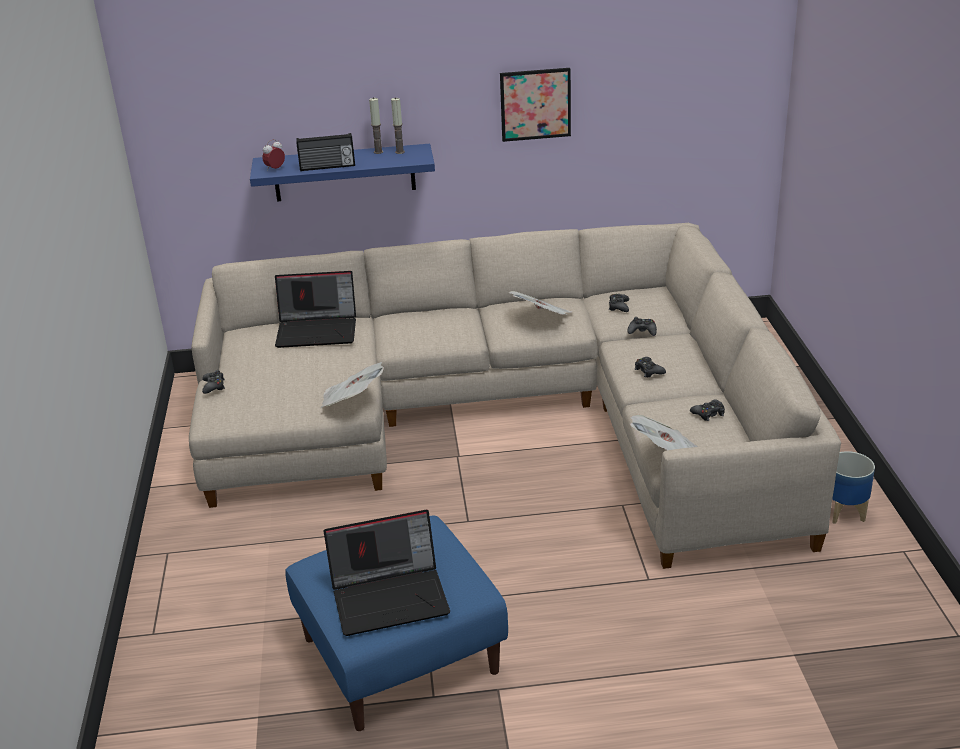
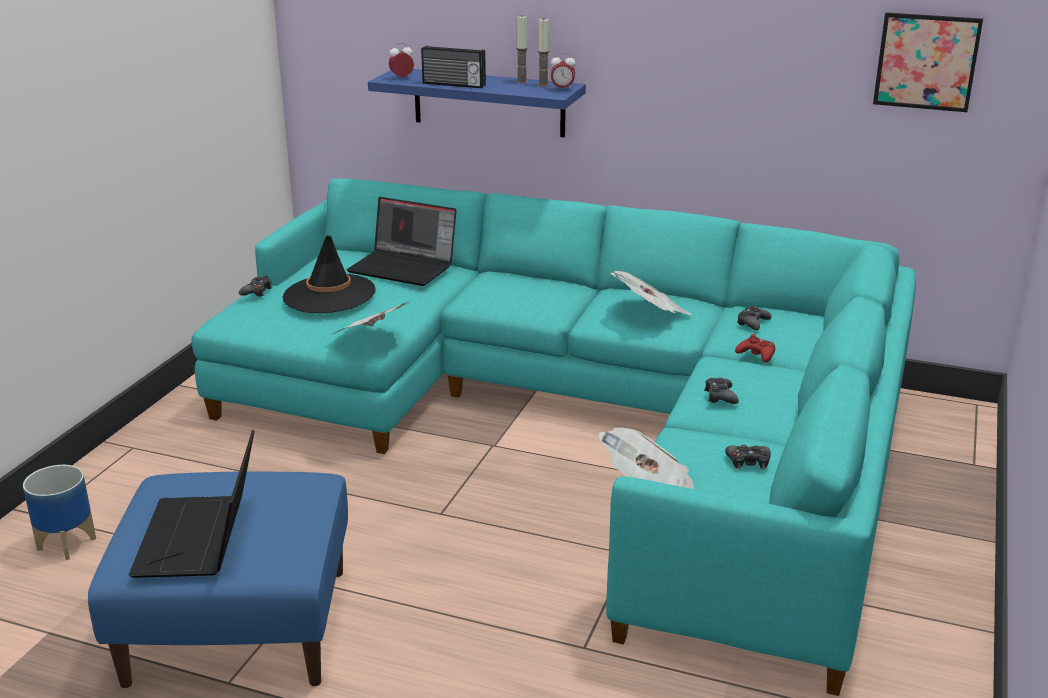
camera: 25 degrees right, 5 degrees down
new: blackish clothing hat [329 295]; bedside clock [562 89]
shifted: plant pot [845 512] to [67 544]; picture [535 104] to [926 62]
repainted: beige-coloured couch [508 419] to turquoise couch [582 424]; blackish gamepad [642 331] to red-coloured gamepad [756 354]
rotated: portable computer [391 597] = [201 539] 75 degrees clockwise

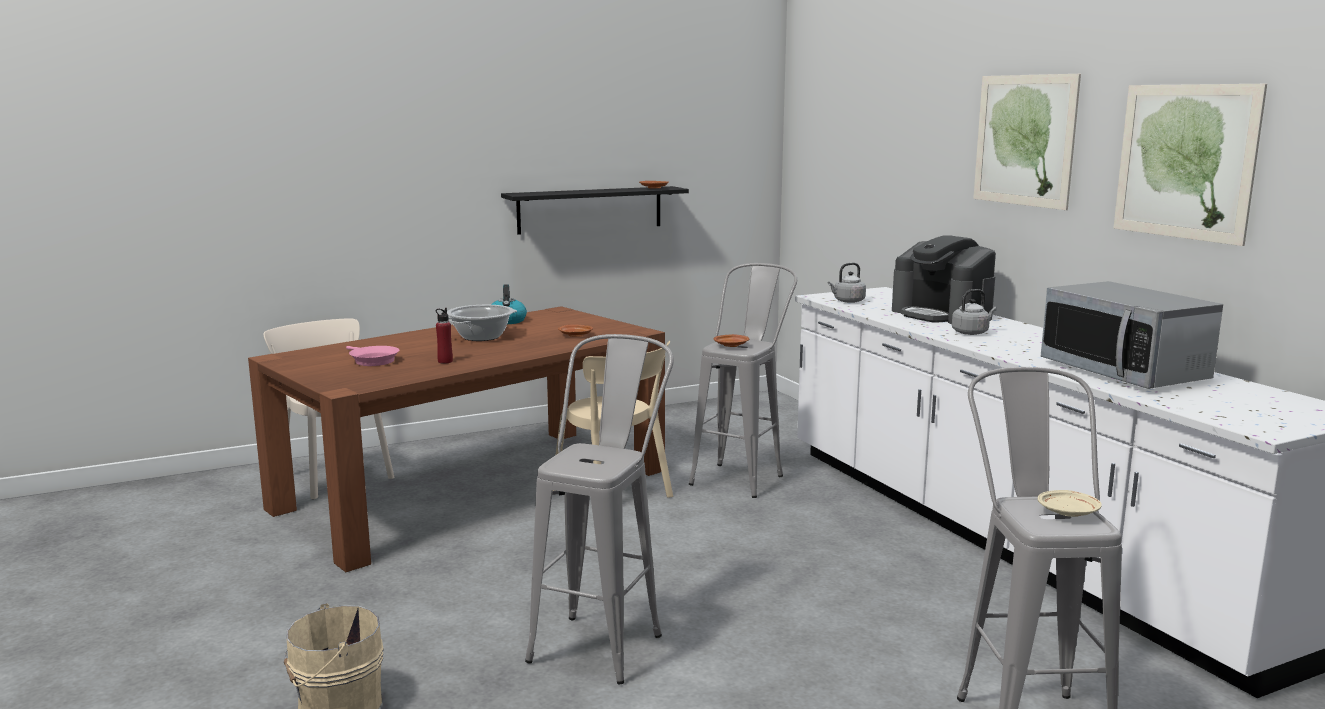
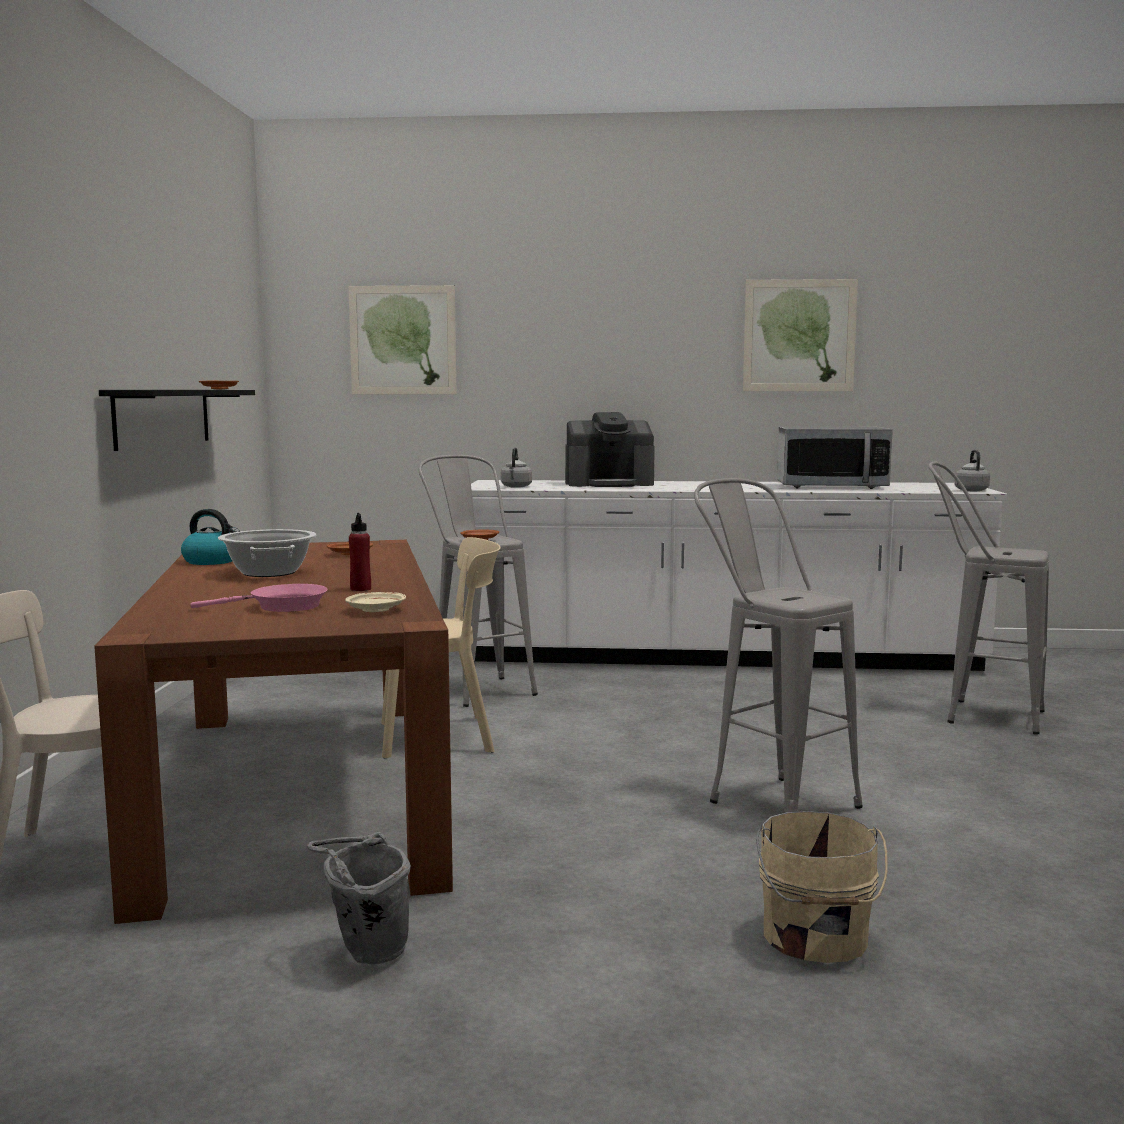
camera: 60 degrees left, 5 degrees down
new: gray pail [365 953]
shifted: beige-coloured flat dish [1068 512] to [376 610]; picture [1024 140] to [403 340]; gray tea kettle [971 332] to [971 490]

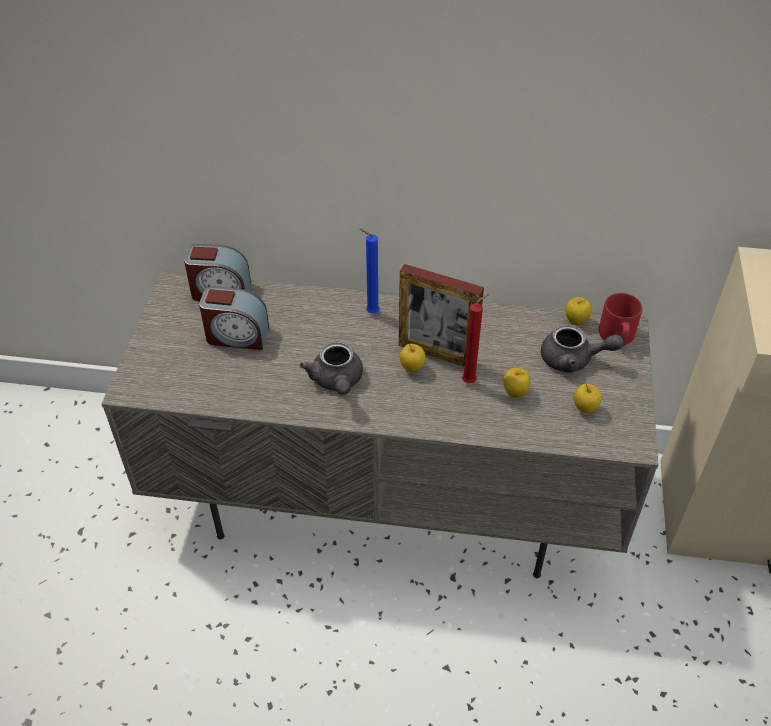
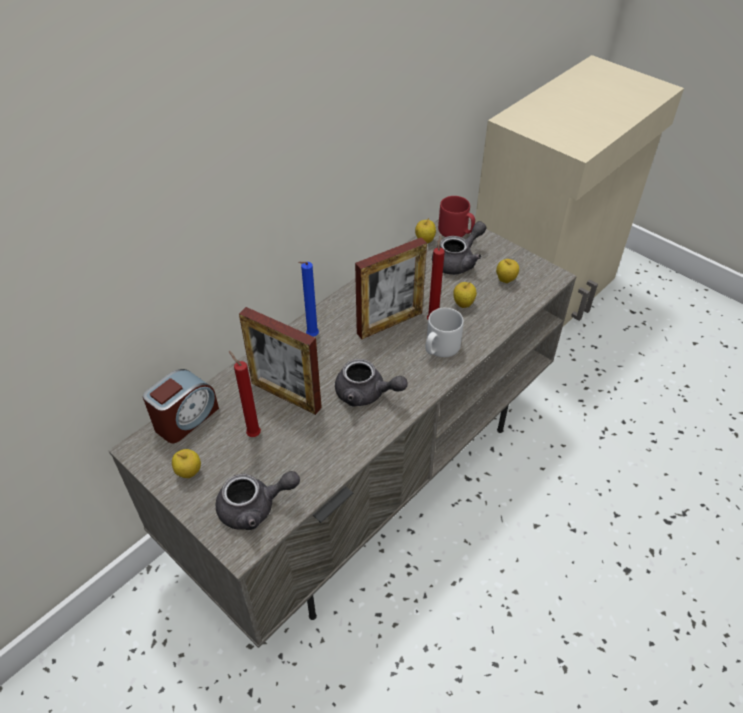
camera: 55 degrees left, 0 degrees up
new: gray pot for tea [255 507]; photo frame [286 395]; gray coffee mug [440 348]
shifted: apple [412 368] to [189 473]
swapped: bedside clock [237 336] to red-coloured wax candle [252 433]

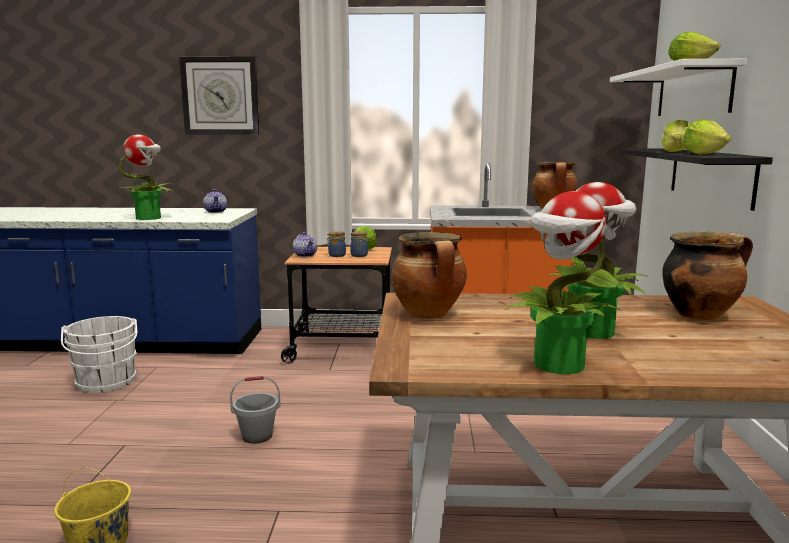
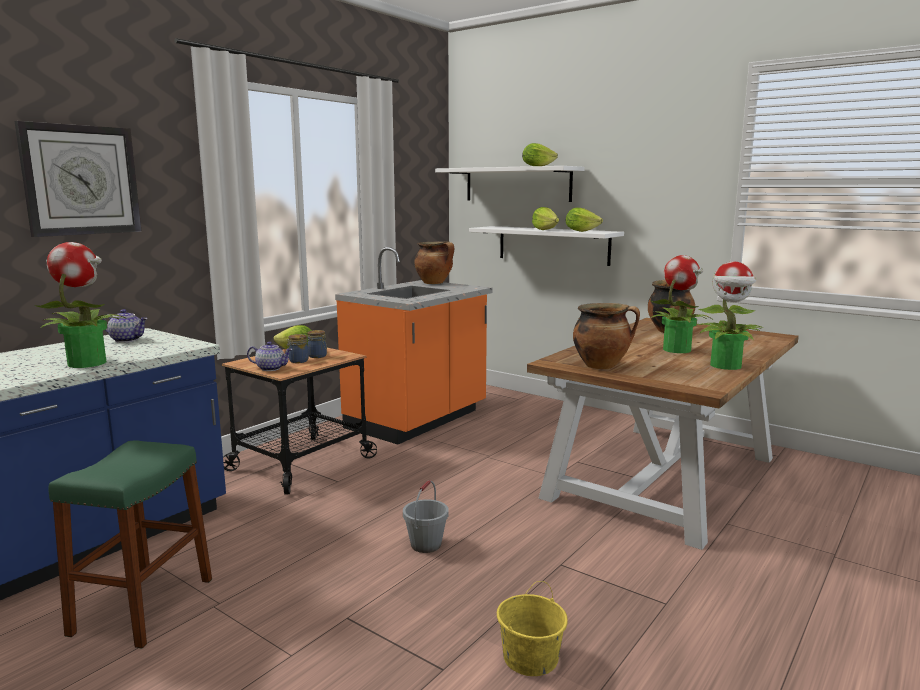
camera: 55 degrees left, 0 degrees up
swapped: white-coloured pail [106 383] to green stool [143 606]
repainted: blackish shelf [710 175] to white-coloured shelf [553 245]

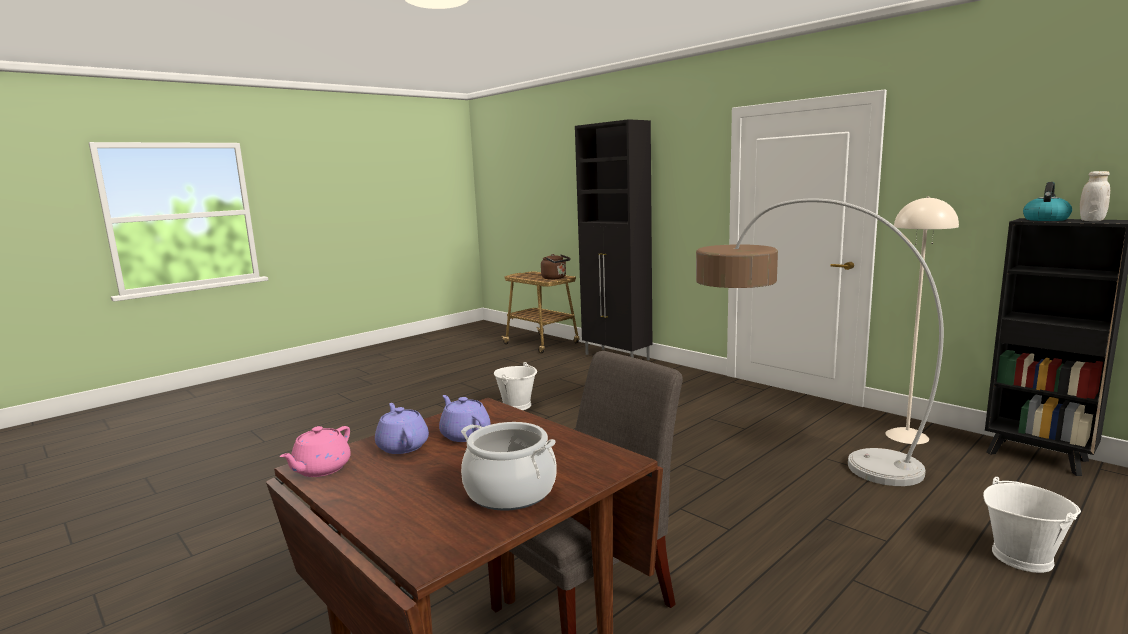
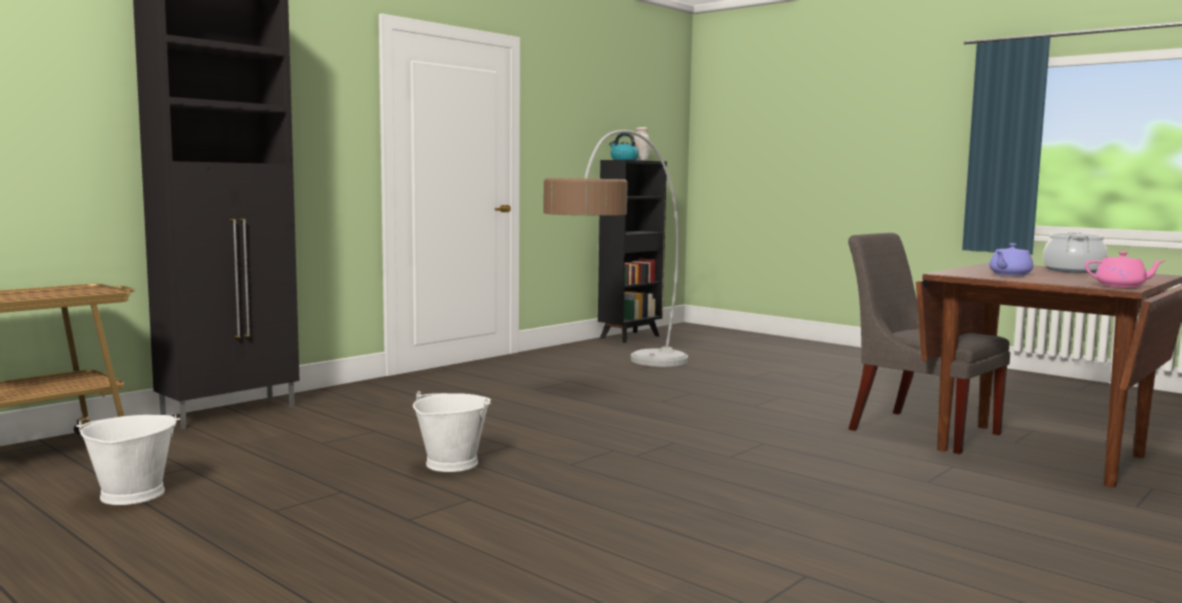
camera: 95 degrees left, 5 degrees down
gone: purplish pot for tea [402 446]; brown tea kettle [555 278]; beige-coloured floor lamp [906 436]
shifted: white-coloured pail [1021 556] to [131 494]

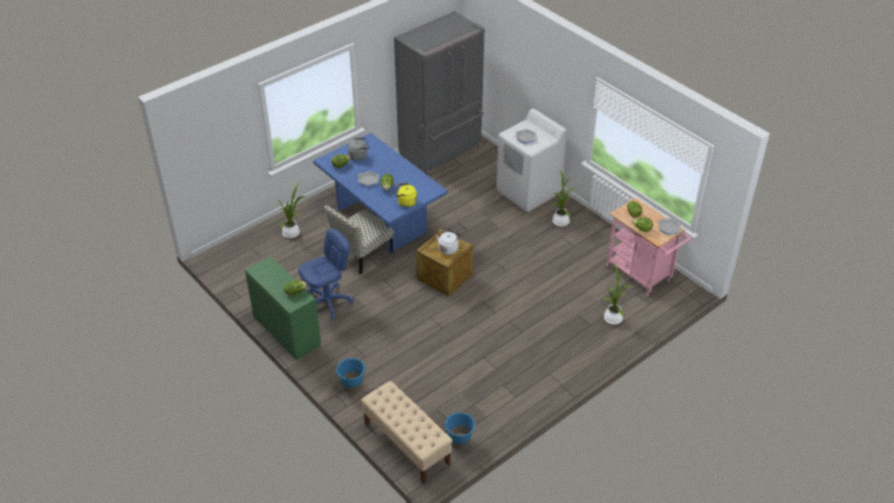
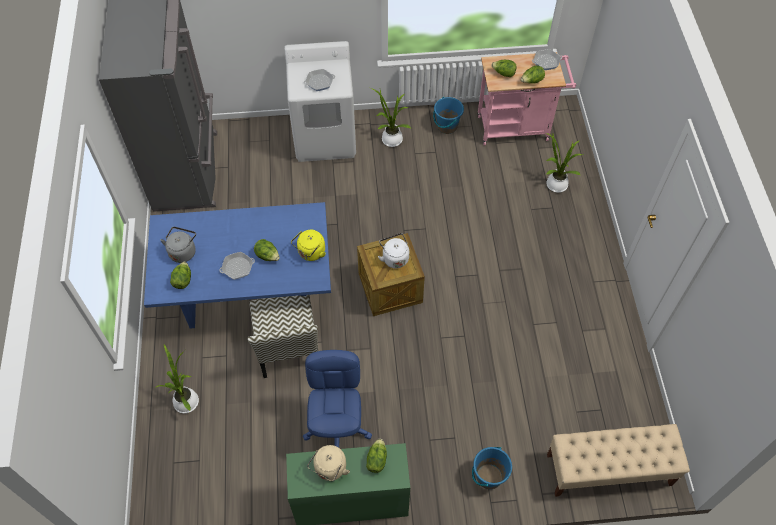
camera: 55 degrees left, 15 degrees up
new: beige-coloured tea kettle [329 469]
shifted: bluish pail [459 441] to [447 126]

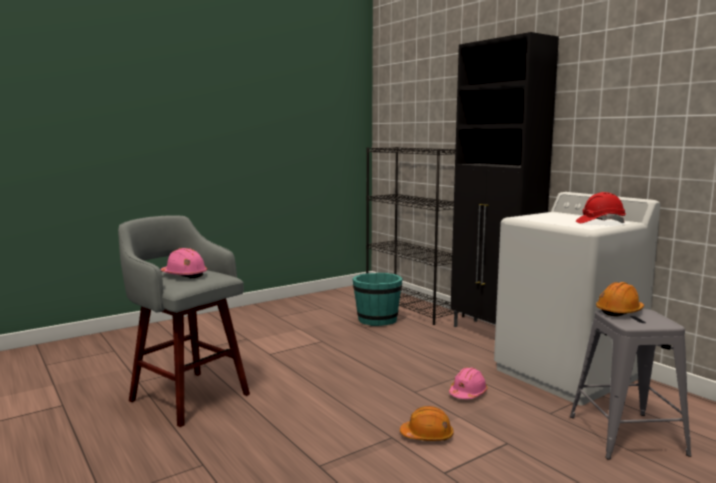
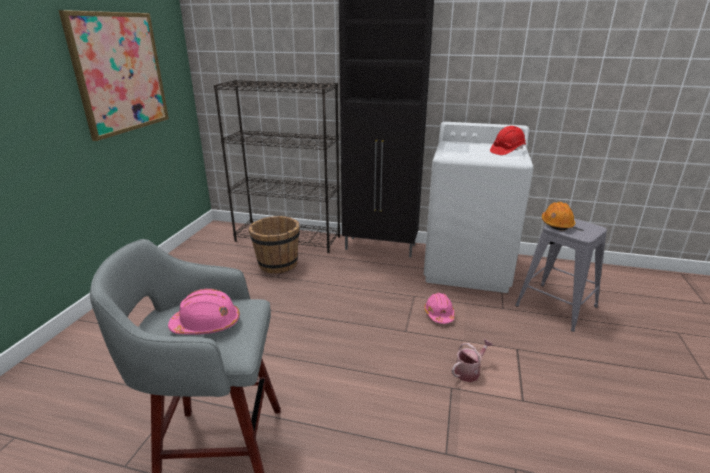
camera: 40 degrees left, 15 degrees up
new: picture [120 73]
swapped: orange safety helmet [427 435] to watering can [469 371]
repainted: turquoise pail [377 320] to brown pail [277 264]

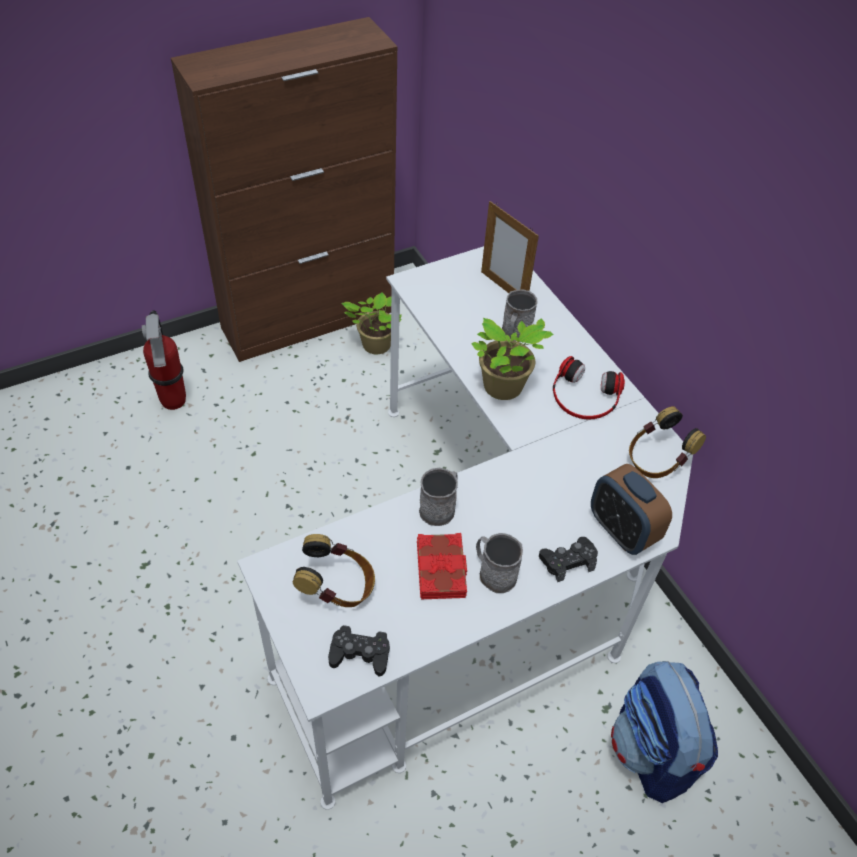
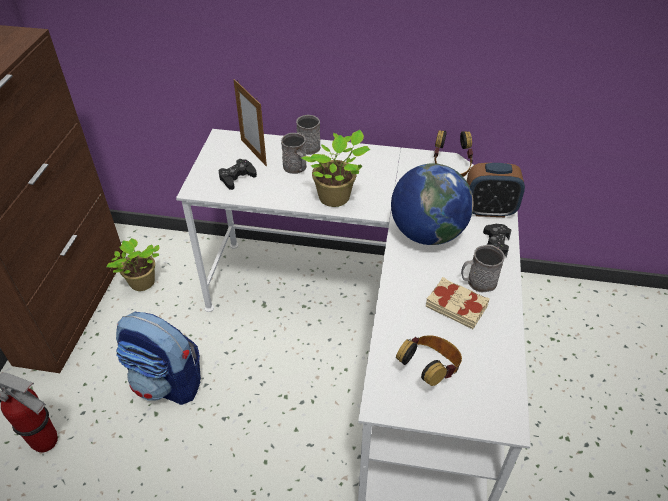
camera: 50 degrees left, 5 degrees down
gone: pair of headphones [584 396]
new: world globe [427 233]
shifted: knapsack [652 753] to [167 382]; blackish gamepad [360 654] to [237 177]; gray coffee mug [440 507] to [308 145]
repainted: red-coloured bound book [442 569] to beige-coloured bound book [456 306]
rotated: photo frame [503 288] = [253 152] 60 degrees clockwise

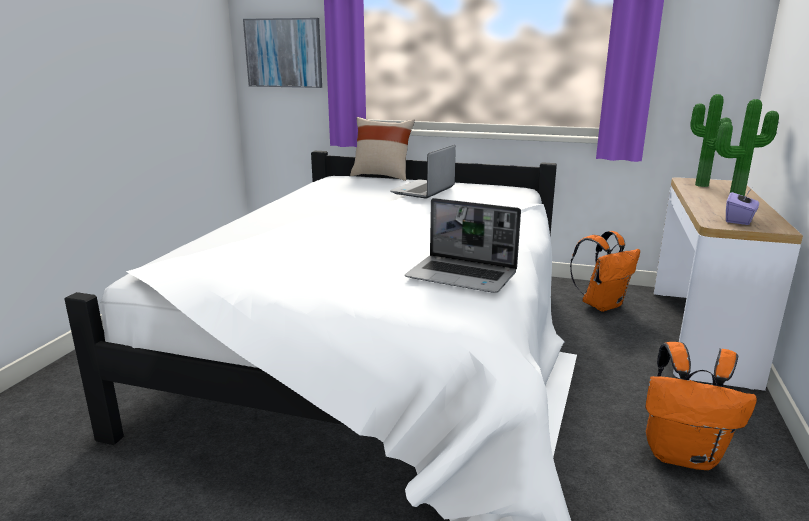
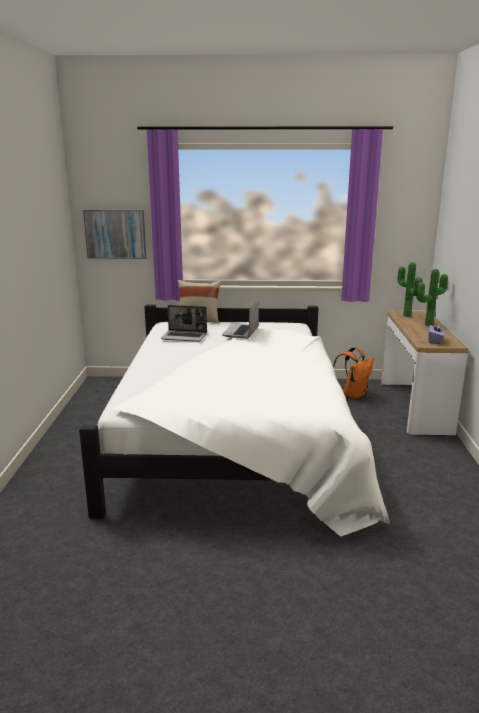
camera: 15 degrees left, 0 degrees up
gone: orange knapsack [683 455]
shifted: portable computer [463 276] to [184 337]

